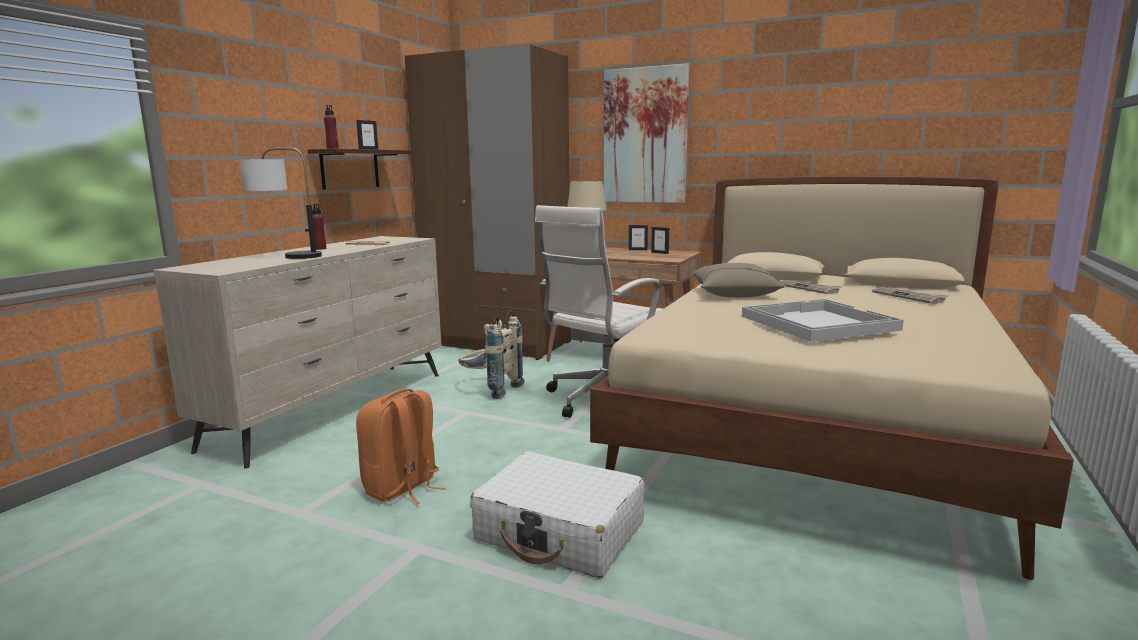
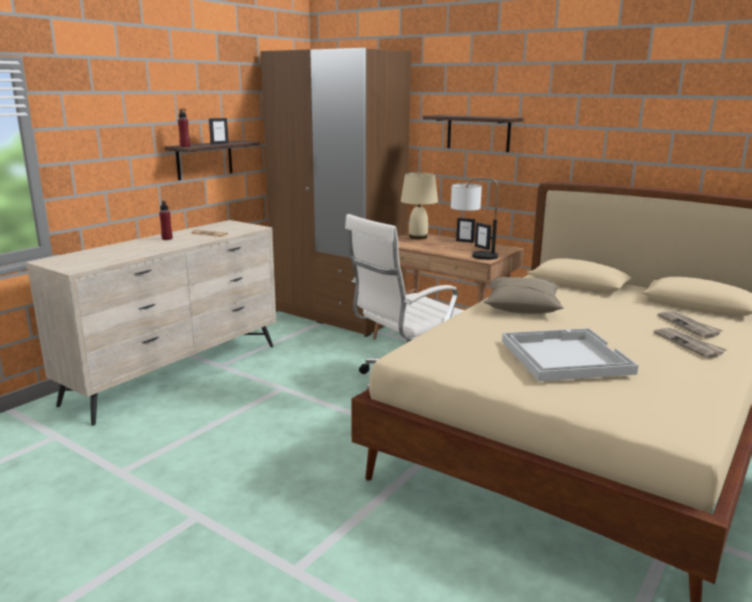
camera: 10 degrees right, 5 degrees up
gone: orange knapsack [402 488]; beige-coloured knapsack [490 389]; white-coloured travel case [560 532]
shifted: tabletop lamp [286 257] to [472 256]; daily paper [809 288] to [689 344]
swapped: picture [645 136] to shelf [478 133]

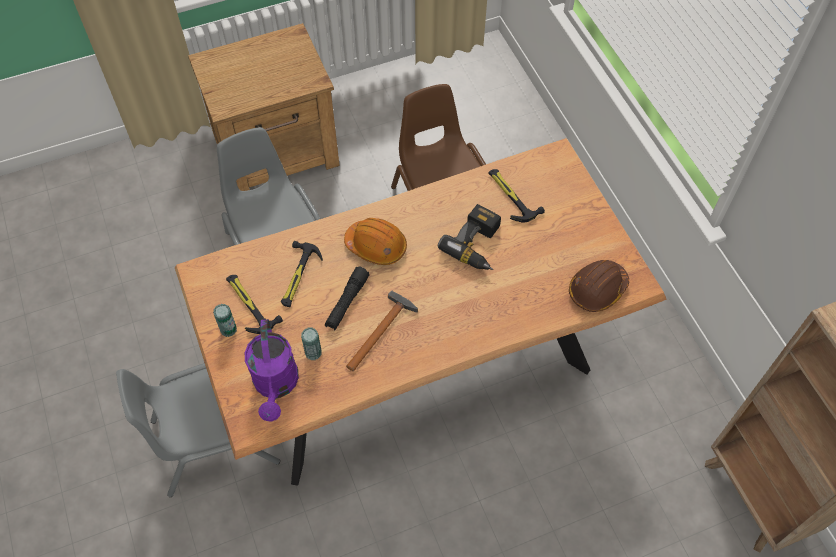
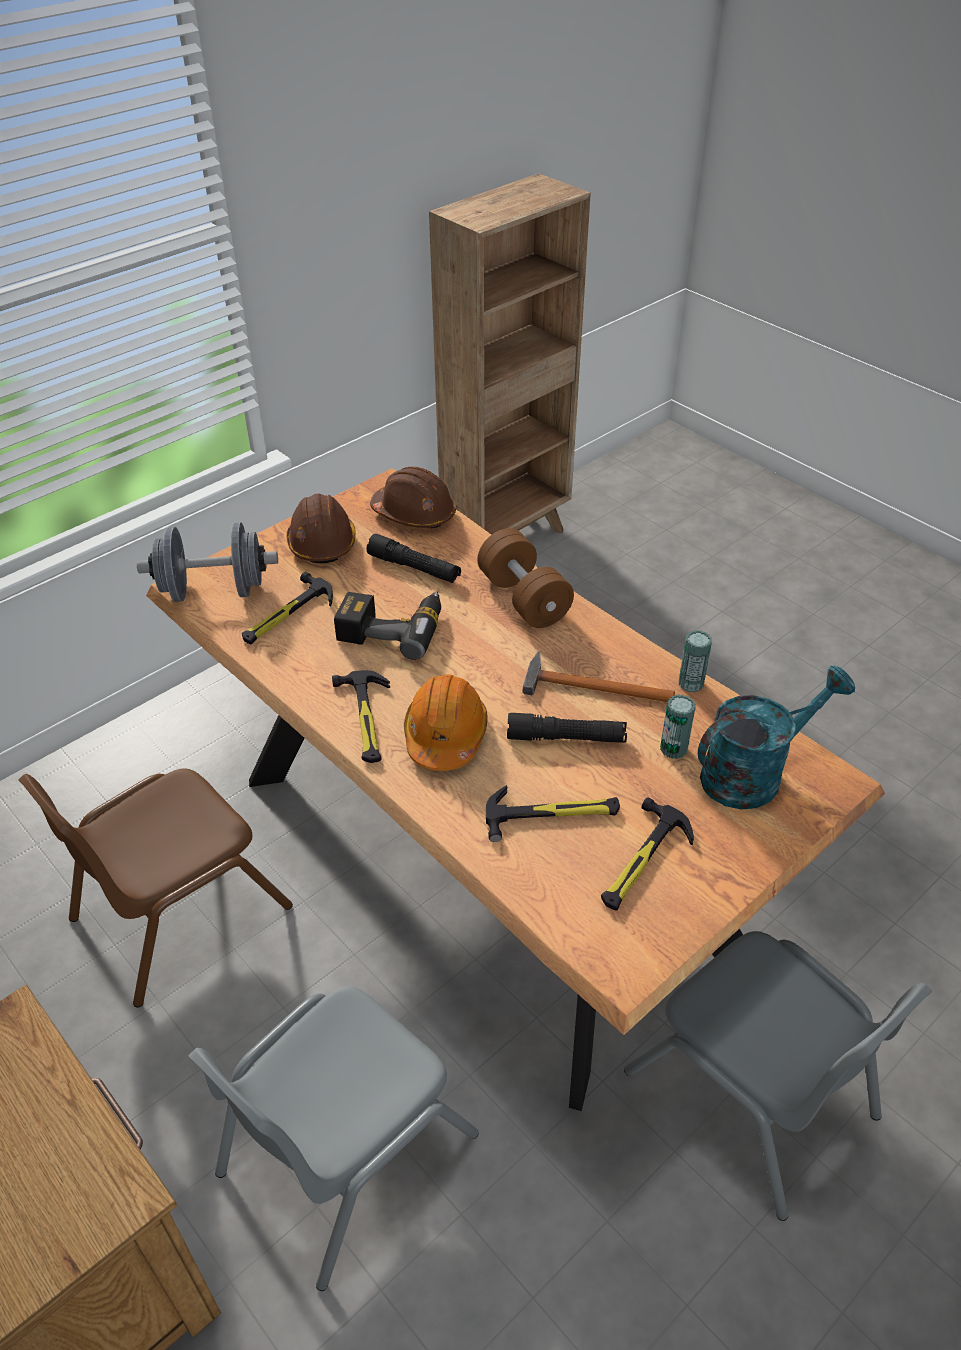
camera: 110 degrees left, 15 degrees down
new: gray free weight [214 591]; brown safety helmet [322 542]; hand hammer [366 719]; blackish torch [414 568]; brown free weight [524 599]
shifted: metal can [228 329] to [691 683]
repainted: purplish watering can [276 385] to turquoise watering can [753 772]

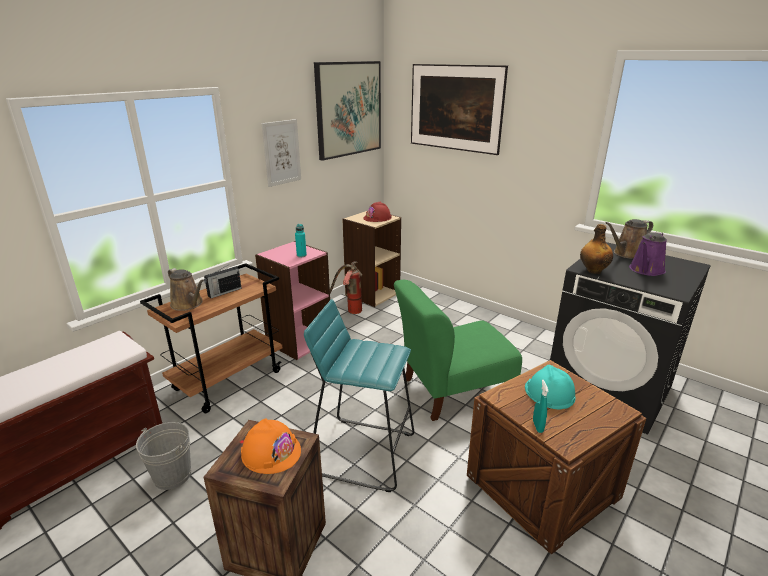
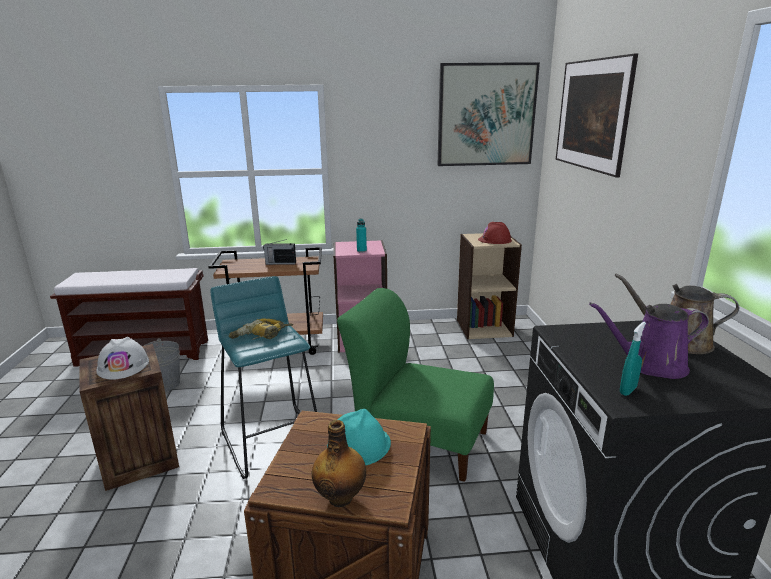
camera: 45 degrees right, 5 degrees down
gone: brown watering can [188 304]; picture [281 152]; extinguisher [349 311]
new: power drill [261 336]
shifted: bottle [593 271] to [341 497]; turquoise spray bottle [537 426] to [628 390]
repainted: orange safety helmet [271 452] to white-coloured safety helmet [123 366]

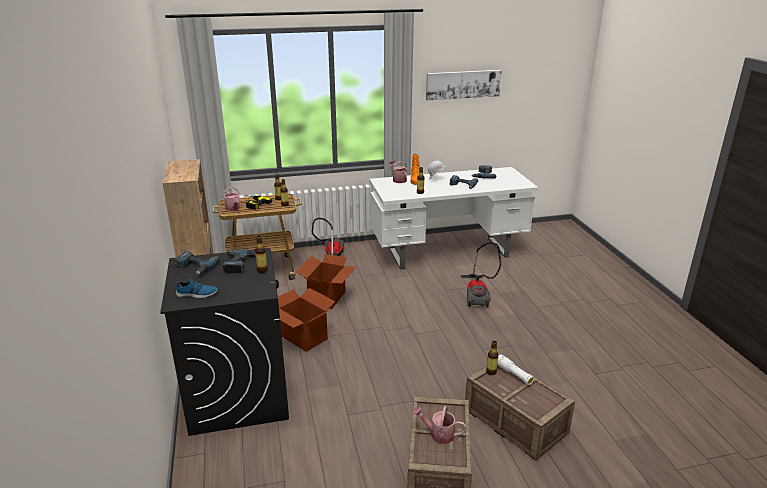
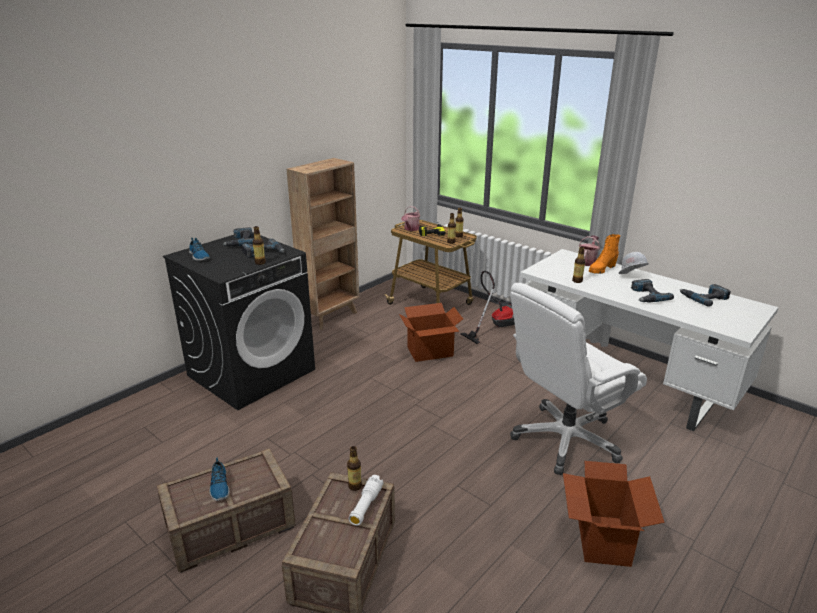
camera: 55 degrees right, 0 degrees up
gone: picture [463 84]
shifted: carton [303 338] to [602 540]
swapped: watering can [438 434] to item of footwear [219 486]; vacuum cleaner [478 295] to white-coloured desk chair [565 440]

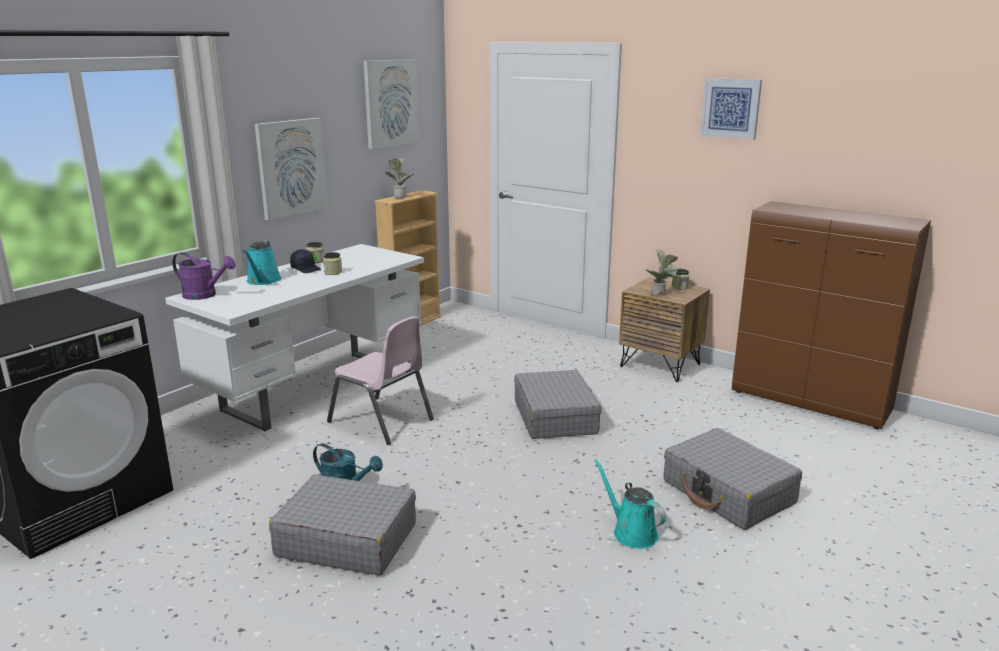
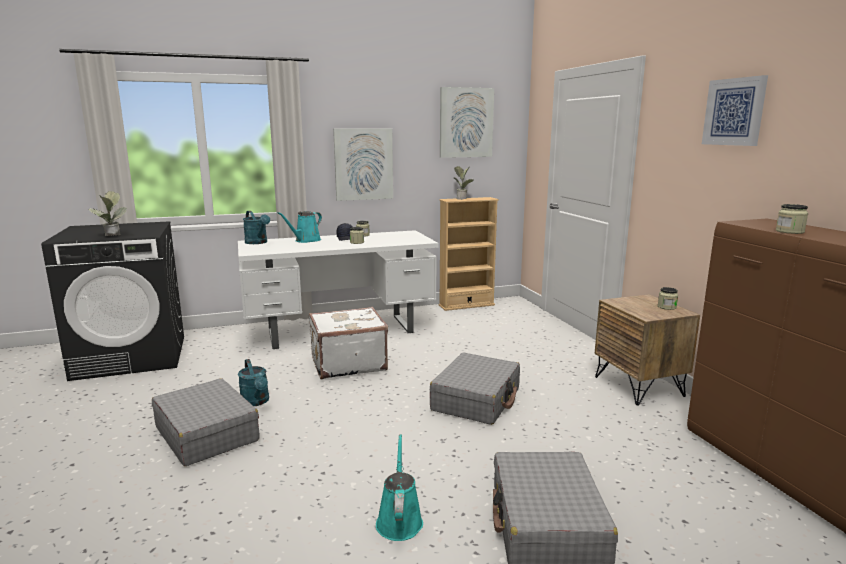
camera: 35 degrees right, 5 degrees down
new: jar [789 231]
shifted: plant in a pot [661 294] to [112 237]
swapped: pinkish chair [381 421] to white-coloured travel case [347 363]
repainted: purplish watering can [205 295] to turquoise watering can [258 242]

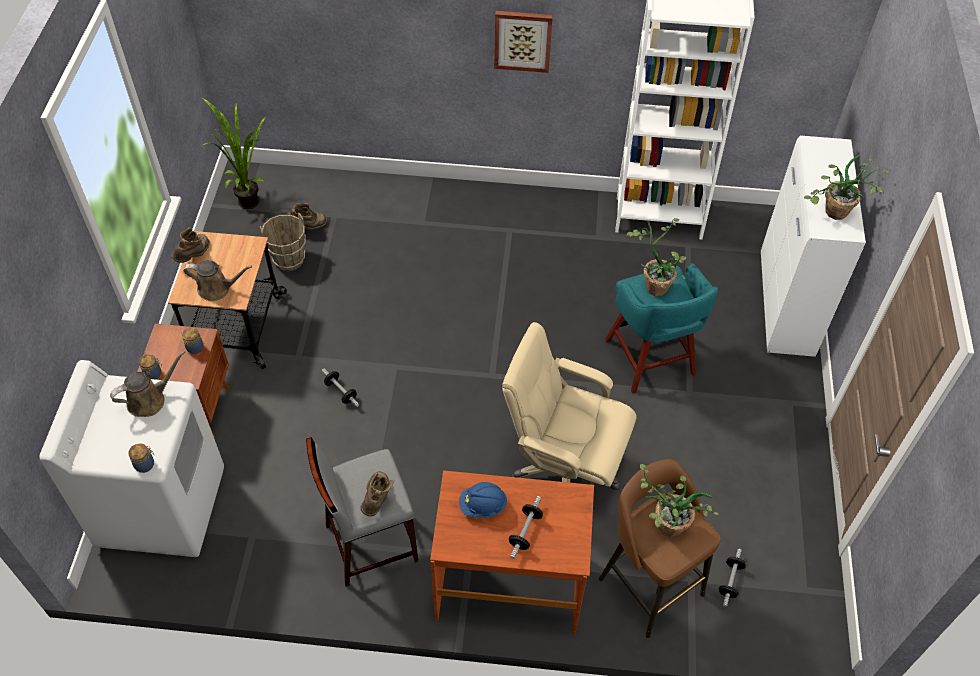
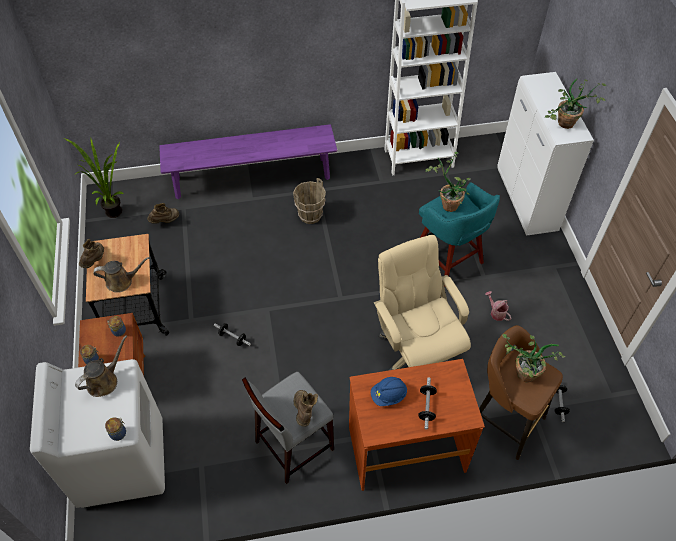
camera: 15 degrees left, 0 degrees up
gone: picture [522 40]
new: purplish indoor bench [252 178]; watering can [496 312]
shifted: brown pail [289 260] to [310 216]
rotated: beige-coloured desk chair [563 469] = [415 353] 60 degrees clockwise

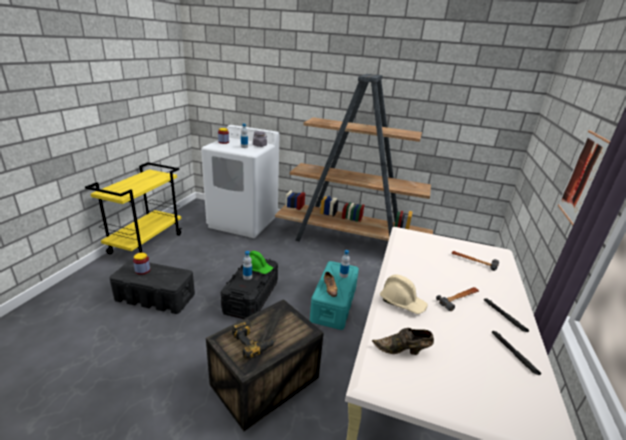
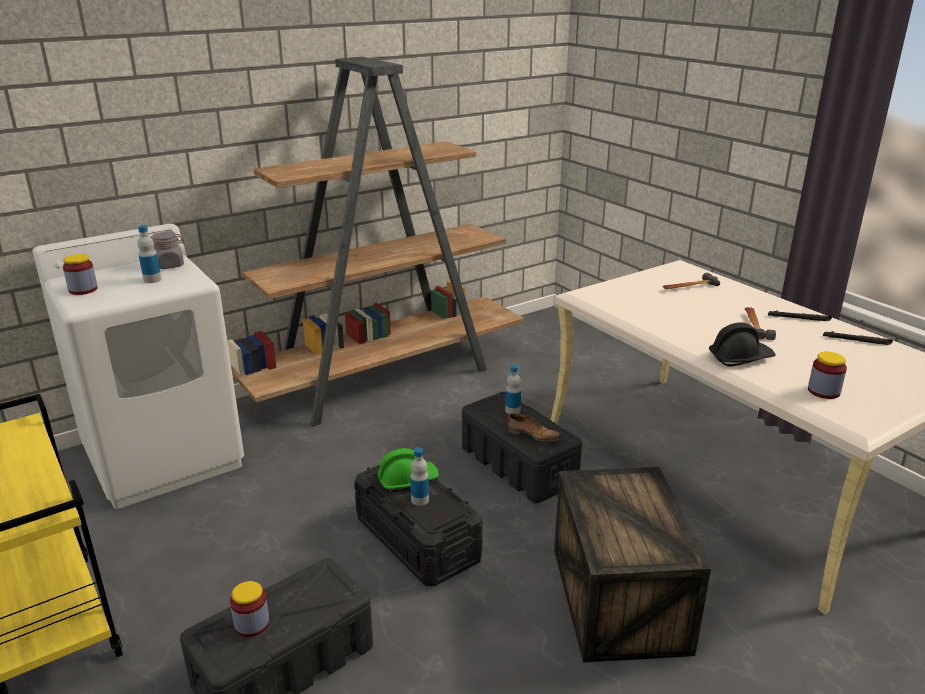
camera: 50 degrees left, 0 degrees up
gone: power drill [253 341]; picture [582 177]
swapped: brown item of footwear [402 350] to jar [823 391]
repainted: turquoise storage container [334 304] to blackish storage container [517 465]; beige-coloured safety helmet [402 302] to blackish safety helmet [740 358]

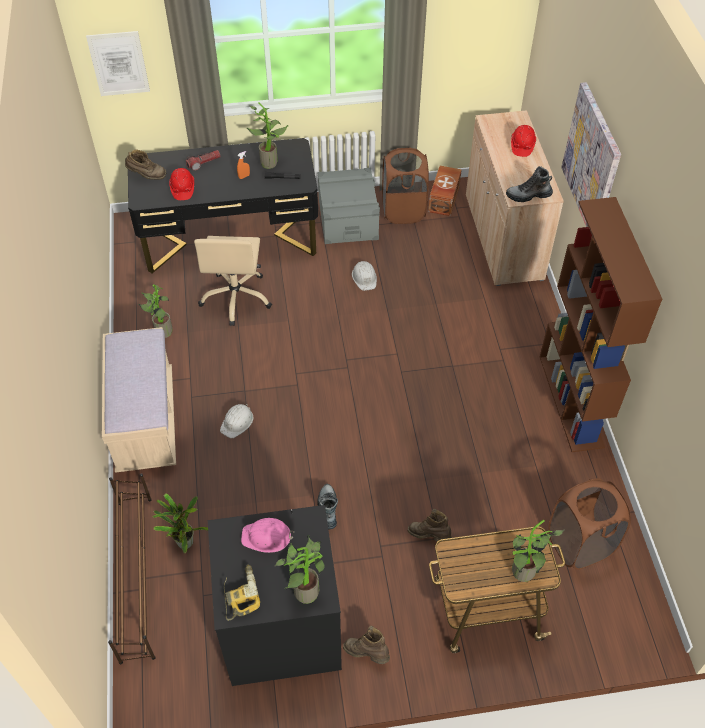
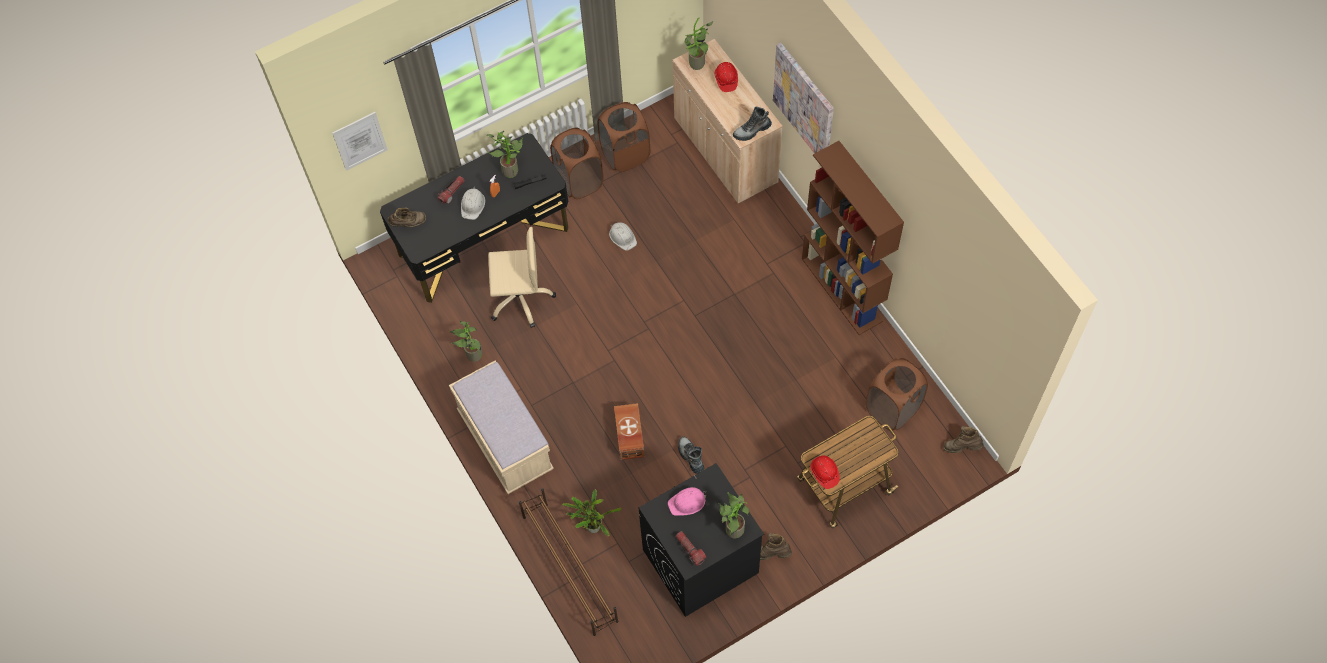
camera: 20 degrees left, 10 degrees up
shifted: white-coloured safety helmet [237 422] to [473 205]; brown storage container [443 199] to [629 437]; plant in a pot [523 575] to [698 65]; red-coloured safety helmet [182 189] to [824 473]; brown boot [429 536] to [962 447]
swapped: gray storage container [347 218] to brown washing basket [579 181]; power drill [240 594] to torch [690 549]
rotated: beige-coloured desk chair [236 298] = [520 298] 75 degrees counterclockwise

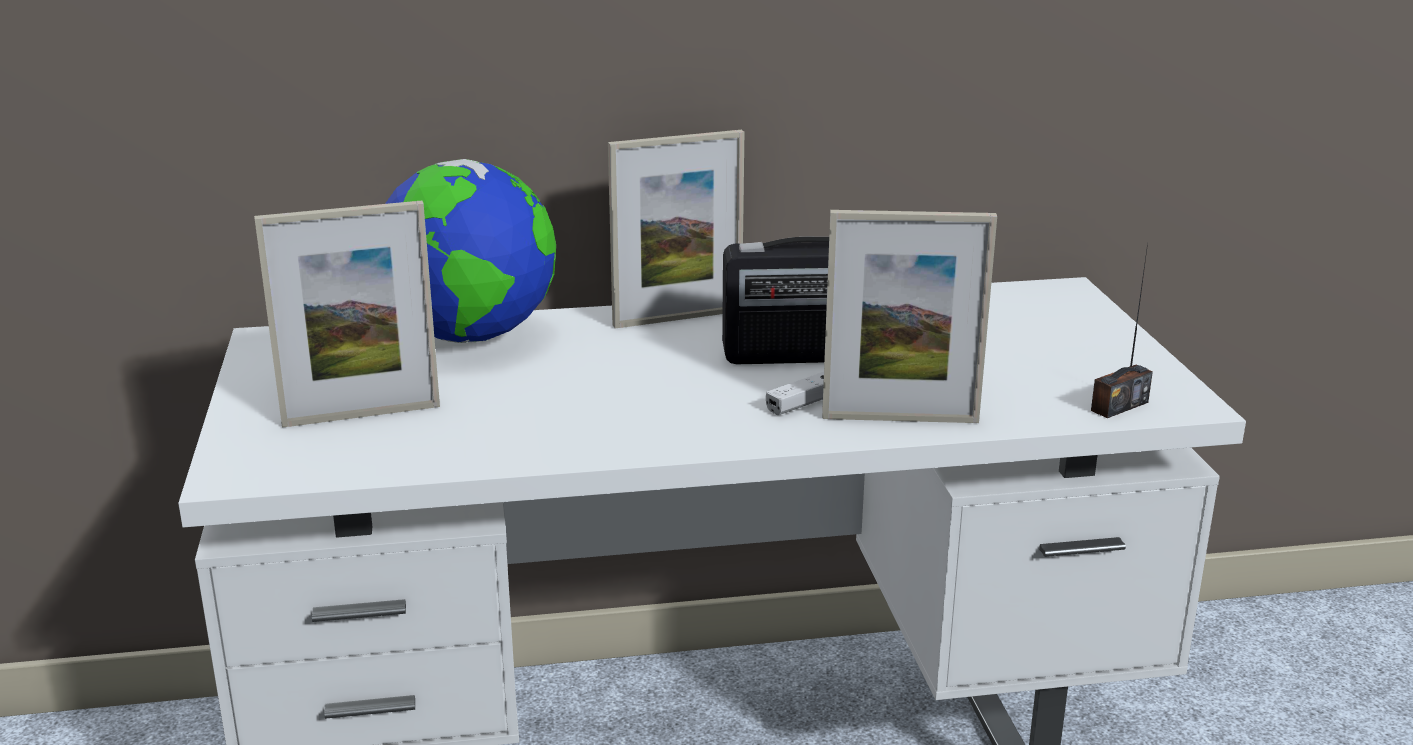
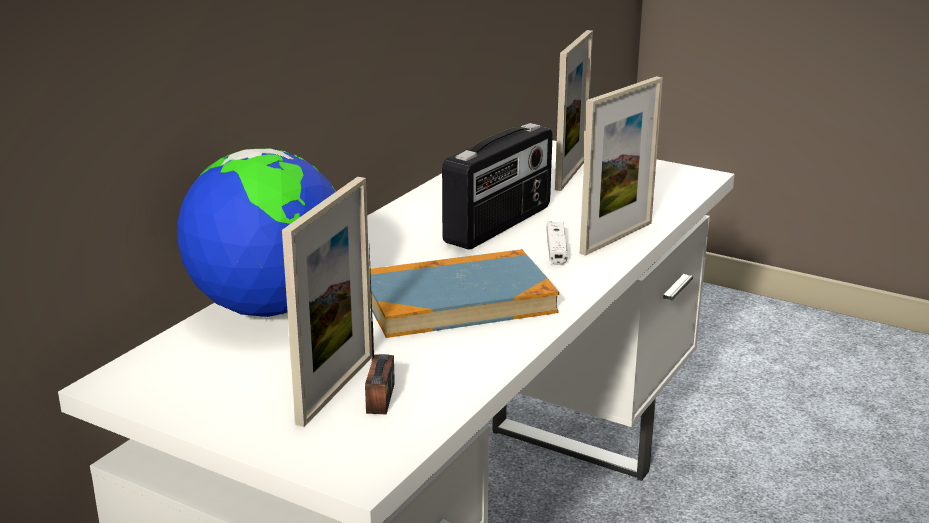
camera: 50 degrees left, 0 degrees up
new: bound book [457 301]
shifted: radio set [1119 406] to [380 398]; photo frame [678 318] to [571 174]

